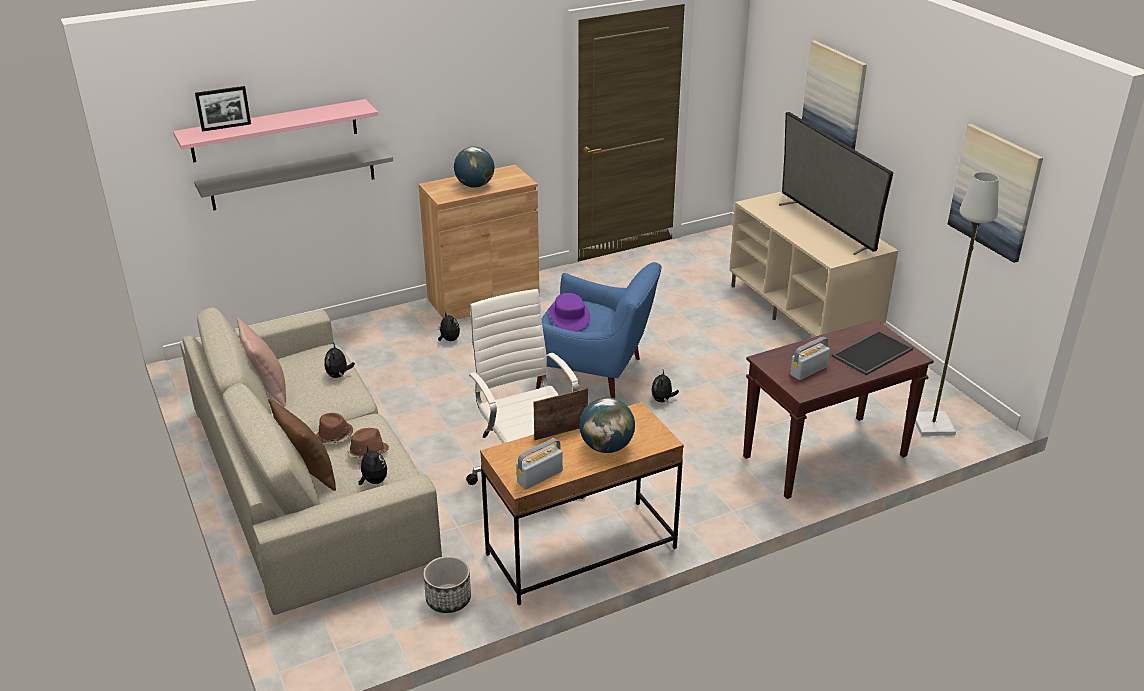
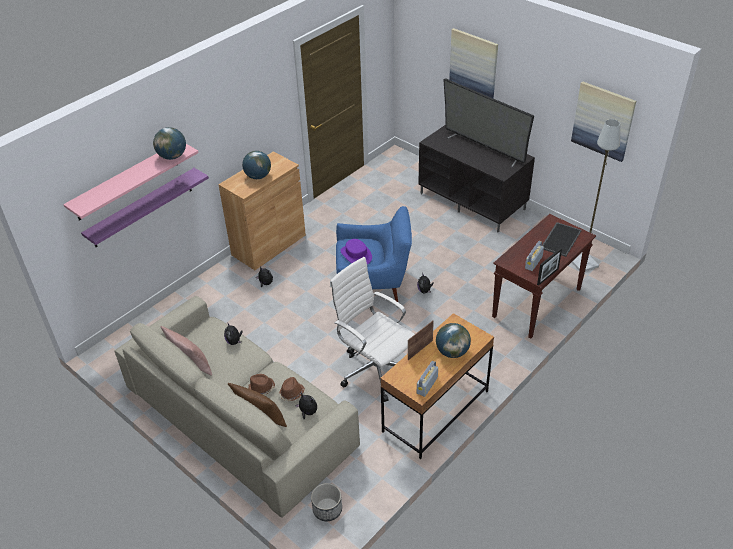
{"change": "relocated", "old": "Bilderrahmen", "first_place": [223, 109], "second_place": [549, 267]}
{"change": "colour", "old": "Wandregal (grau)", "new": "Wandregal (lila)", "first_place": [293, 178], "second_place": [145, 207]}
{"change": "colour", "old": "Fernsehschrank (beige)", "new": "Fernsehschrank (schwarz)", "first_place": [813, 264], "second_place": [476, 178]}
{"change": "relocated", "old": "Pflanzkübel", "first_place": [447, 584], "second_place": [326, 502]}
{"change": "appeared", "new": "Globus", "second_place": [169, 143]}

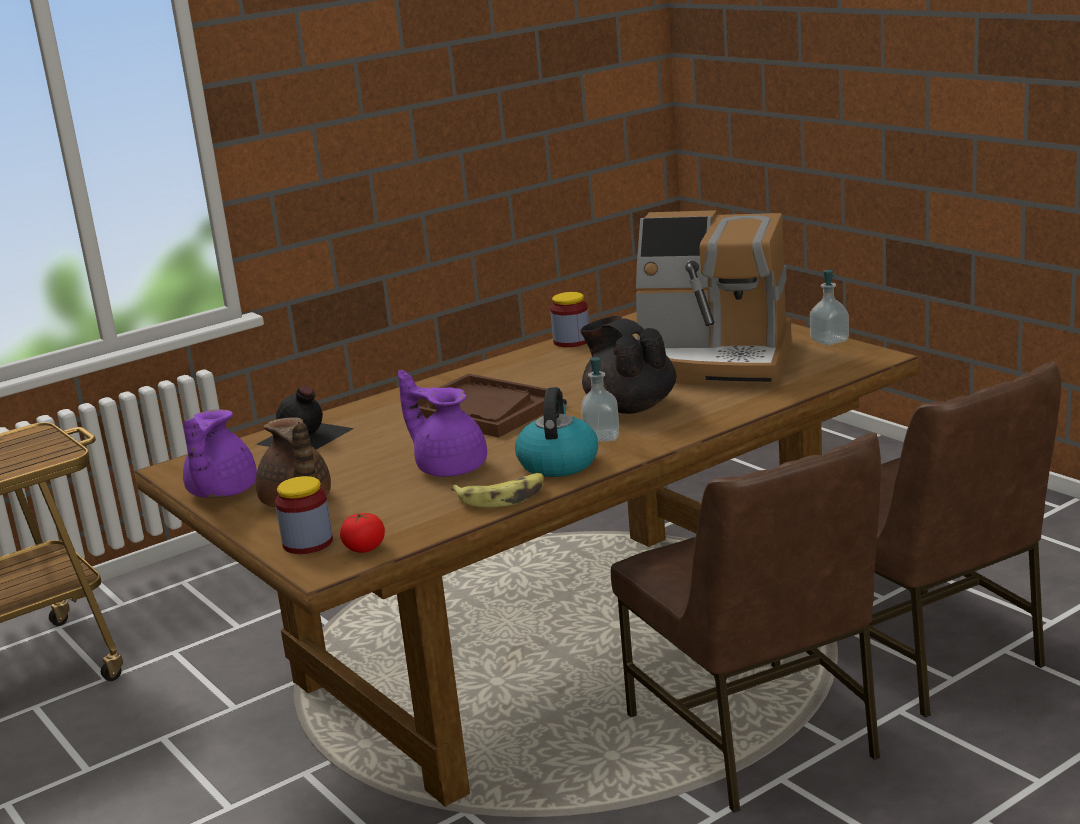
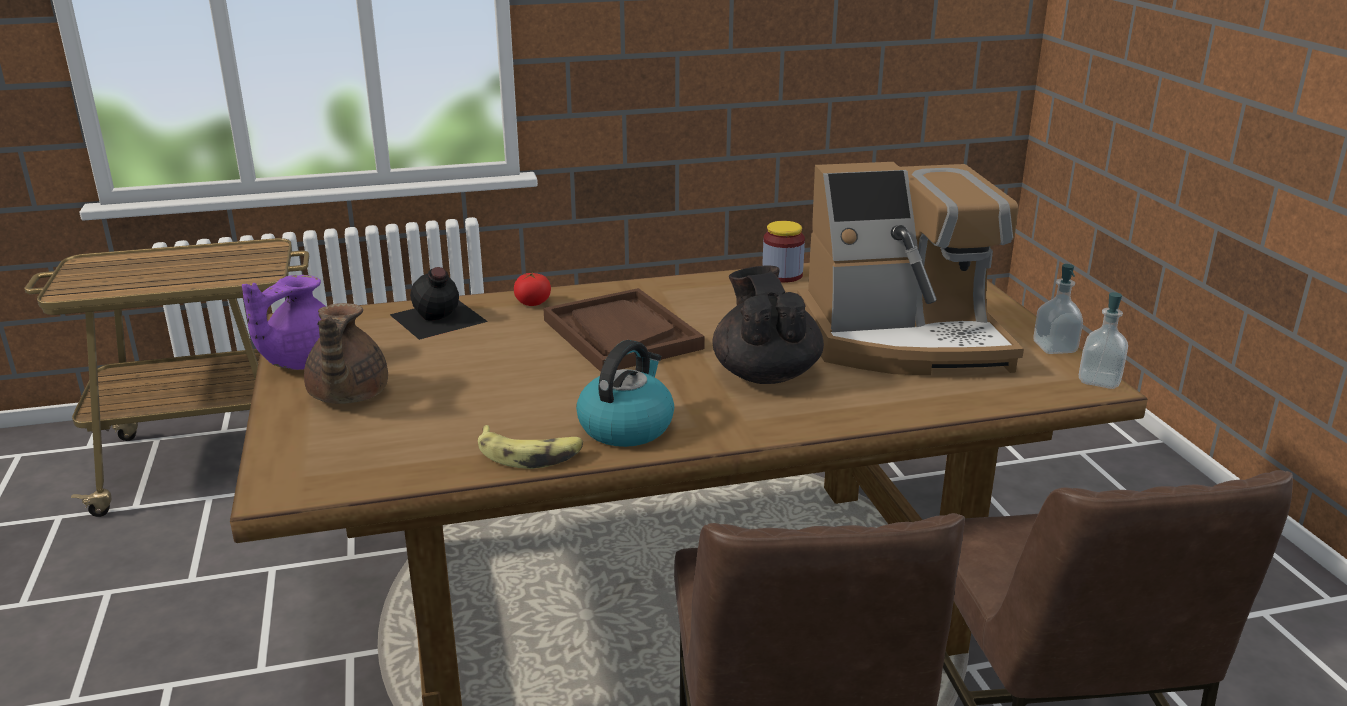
{"change": "spun", "old": "Kaffeemaschine", "first_place": [713, 299], "second_place": [910, 268], "degrees": -45}
{"change": "relocated", "old": "Seifenspender", "first_place": [600, 399], "second_place": [1103, 340]}
{"change": "missing", "old": "Teekanne (lila)", "first_place": [442, 423]}
{"change": "missing", "old": "Vorratsglas", "first_place": [304, 515]}
{"change": "relocated", "old": "Tomate", "first_place": [362, 532], "second_place": [532, 289]}

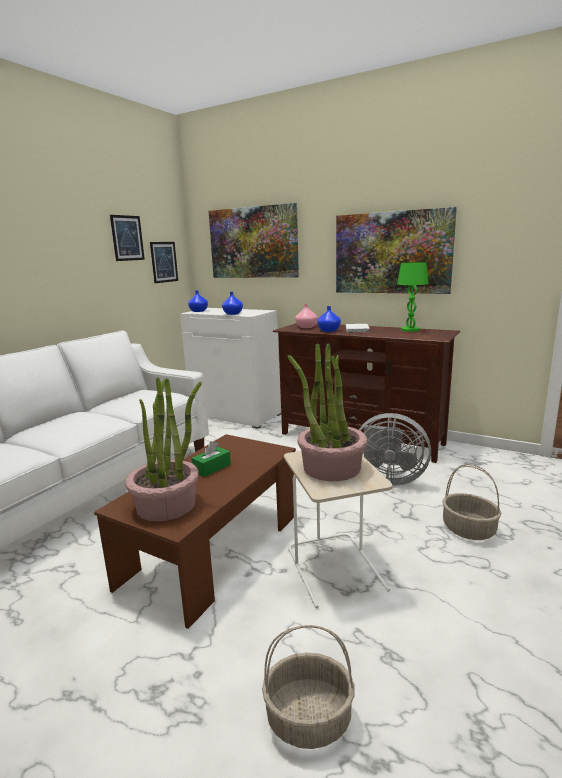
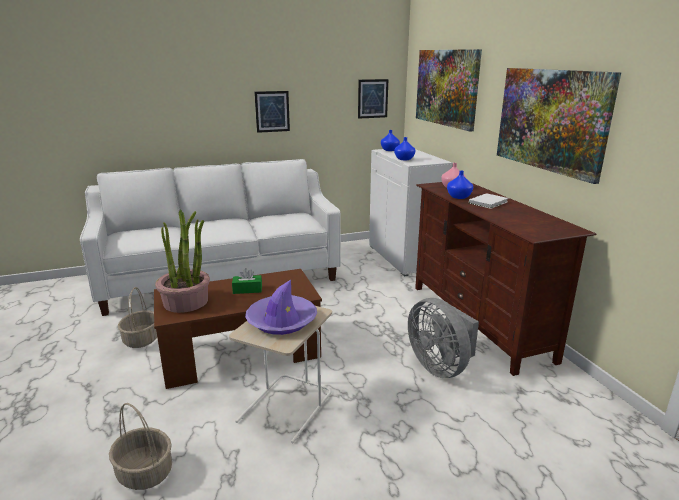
{"change": "relocated", "old": "Bild", "first_place": [127, 238], "second_place": [272, 112]}
{"change": "missing", "old": "Tischlampe (grün)", "first_place": [412, 297]}
{"change": "exchanged", "old": "Topfpflanze", "new": "Hut (lila)", "first_place": [327, 412], "second_place": [281, 307]}
{"change": "relocated", "old": "Korb", "first_place": [471, 502], "second_place": [137, 317]}

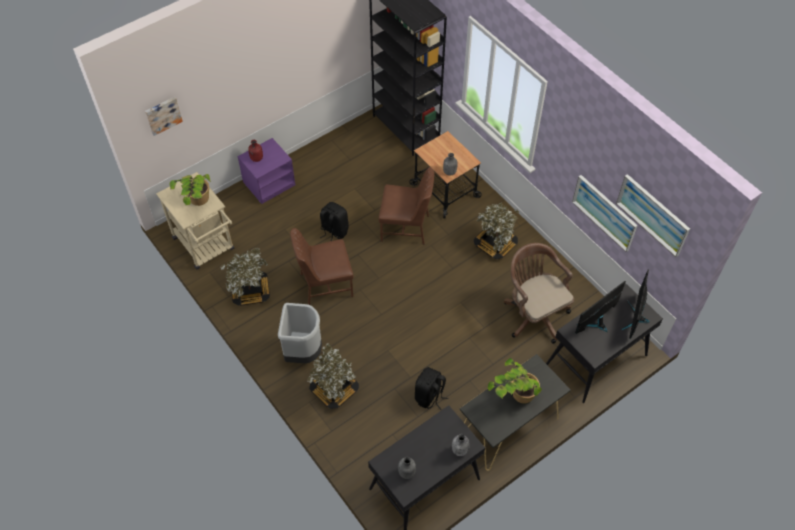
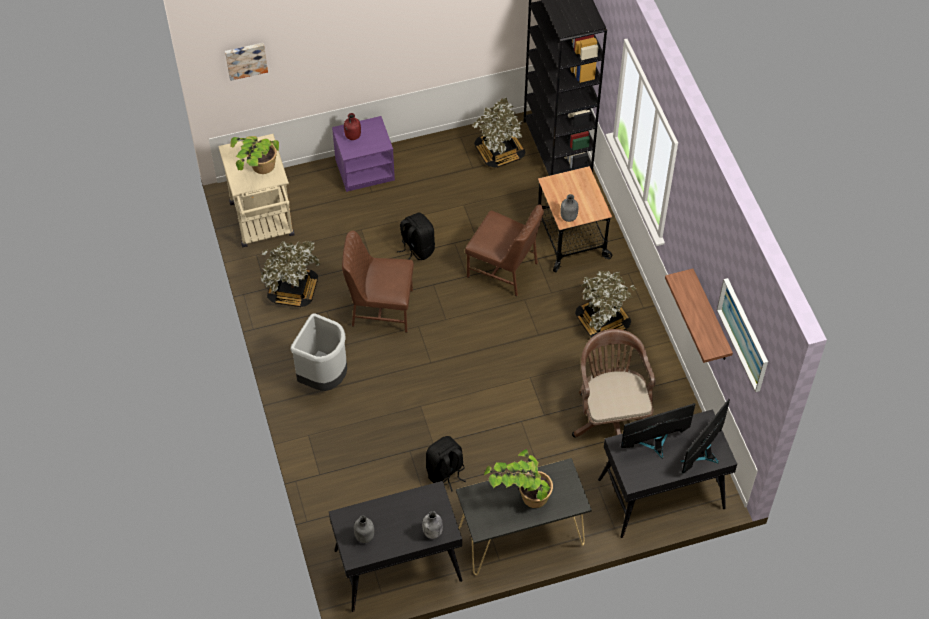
{"change": "exchanged", "old": "Bild", "new": "Wandregal", "first_place": [605, 213], "second_place": [699, 316]}
{"change": "relocated", "old": "Topfpflanze", "first_place": [333, 376], "second_place": [499, 133]}

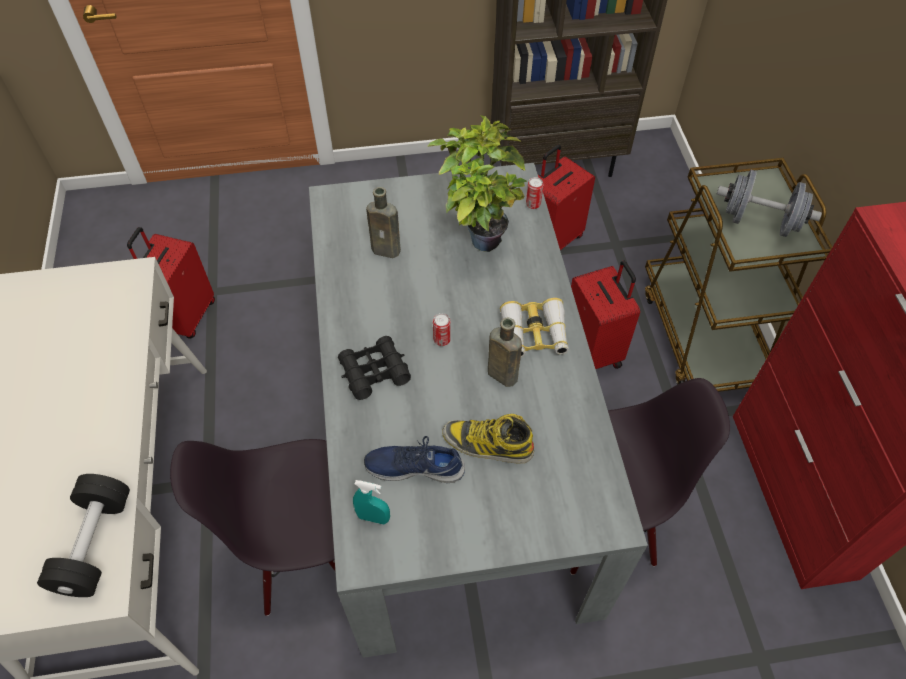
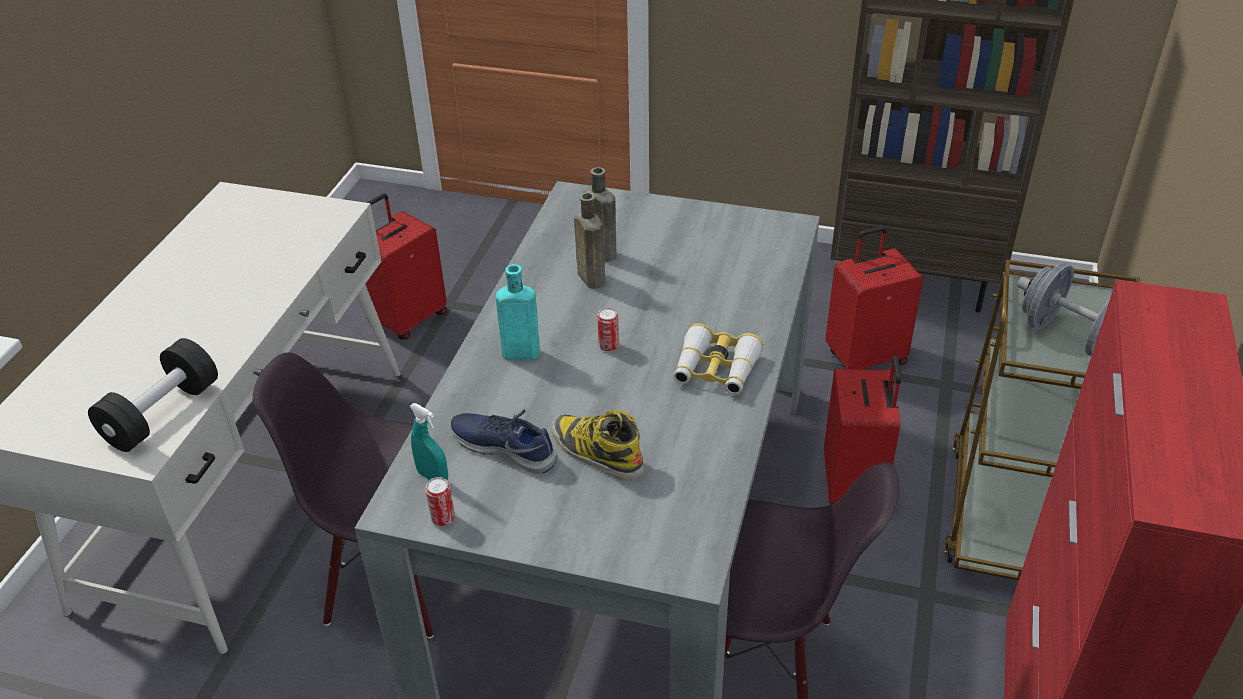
{"change": "missing", "old": "Topfpflanze", "first_place": [477, 183]}
{"change": "relocated", "old": "Dose", "first_place": [534, 193], "second_place": [440, 501]}
{"change": "relocated", "old": "Flasche (braun)", "first_place": [505, 352], "second_place": [589, 241]}
{"change": "exchanged", "old": "Fernglas (schwarz)", "new": "Flasche (türkis)", "first_place": [374, 368], "second_place": [518, 312]}

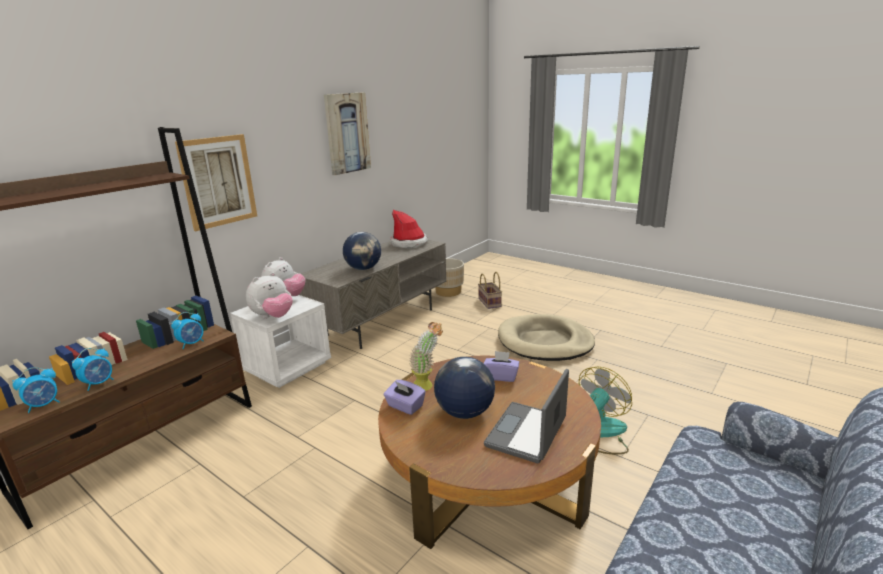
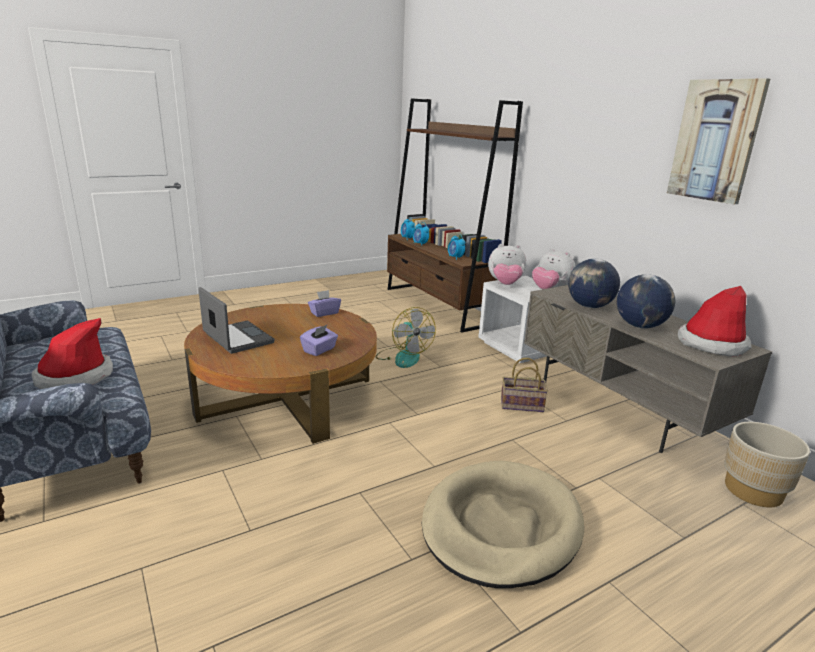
{"change": "missing", "old": "Bild", "first_place": [216, 182]}
{"change": "spun", "old": "Plüschtier", "first_place": [269, 295], "second_place": [507, 264], "degrees": -60}
{"change": "relocated", "old": "Korb", "first_place": [490, 290], "second_place": [524, 385]}
{"change": "missing", "old": "Topfpflanze", "first_place": [426, 356]}
{"change": "relocated", "old": "Globus", "first_place": [464, 388], "second_place": [646, 301]}
{"change": "relocated", "old": "Ventilator", "first_place": [605, 410], "second_place": [406, 337]}
{"change": "appeared", "new": "Hut", "second_place": [72, 353]}

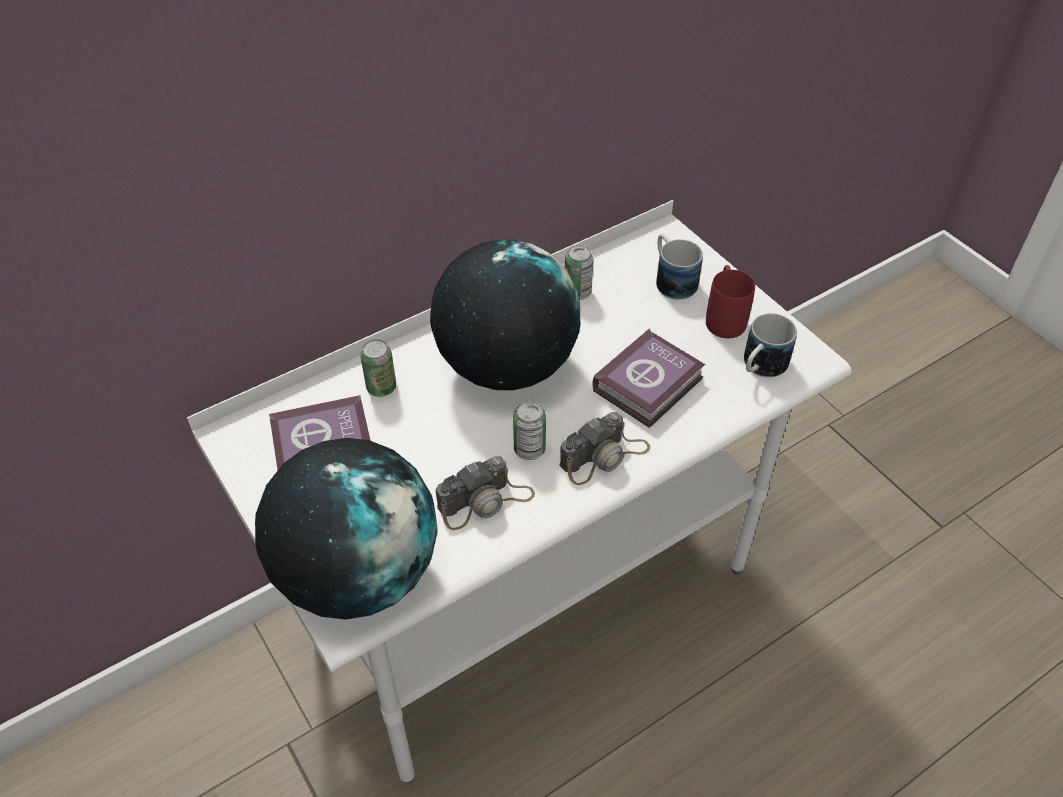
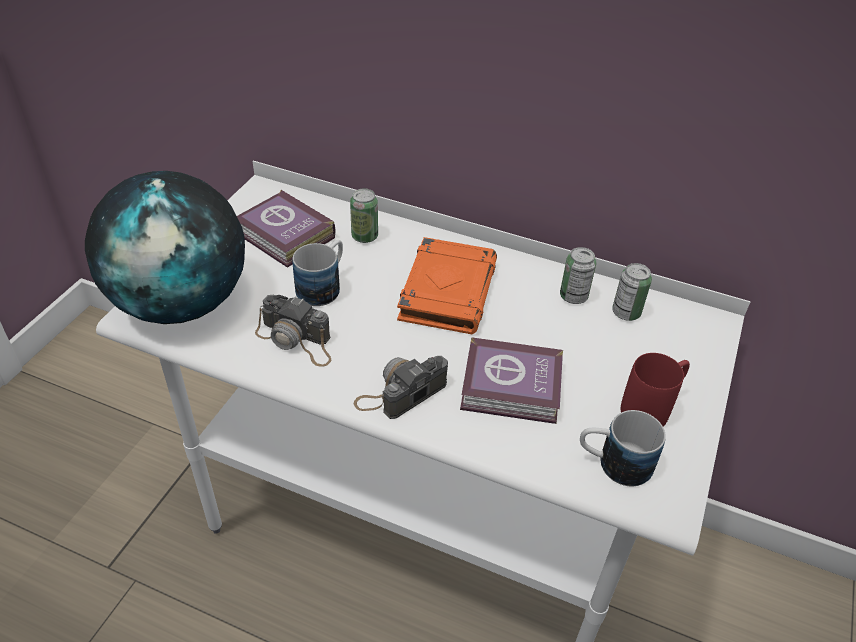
{"change": "relocated", "old": "Henkelbecher", "first_place": [679, 267], "second_place": [317, 273]}
{"change": "exchanged", "old": "Globus", "new": "Buch (orange)", "first_place": [505, 315], "second_place": [447, 285]}
{"change": "relocated", "old": "Dose", "first_place": [529, 430], "second_place": [632, 292]}
{"change": "spun", "old": "Kamera", "first_place": [605, 448], "second_place": [401, 387], "degrees": 120}

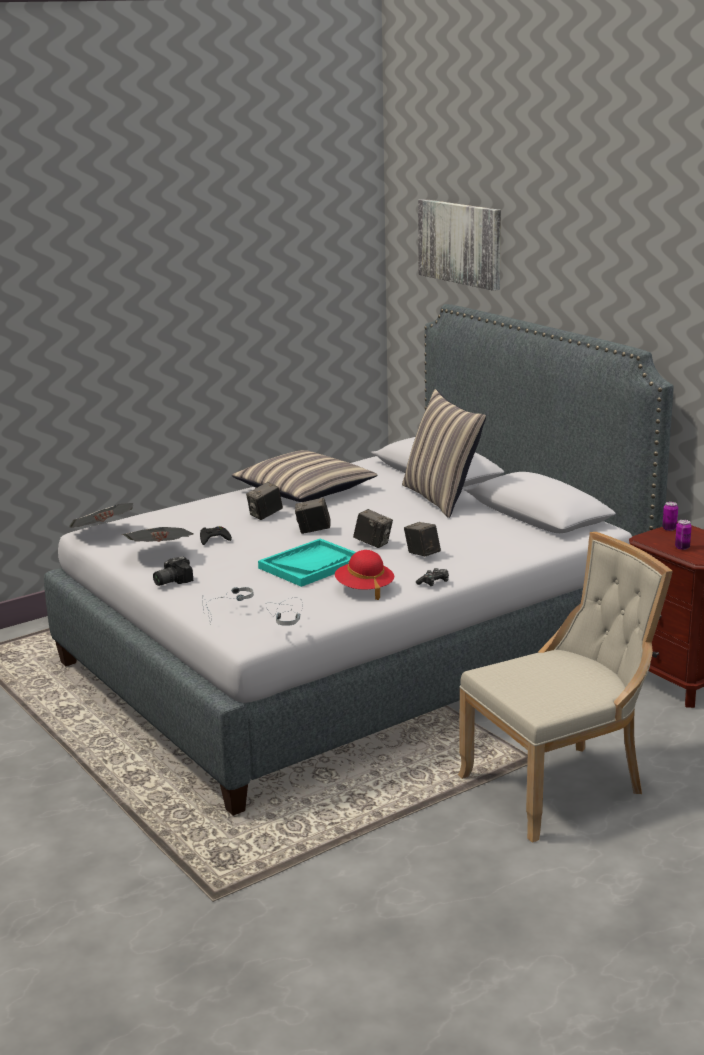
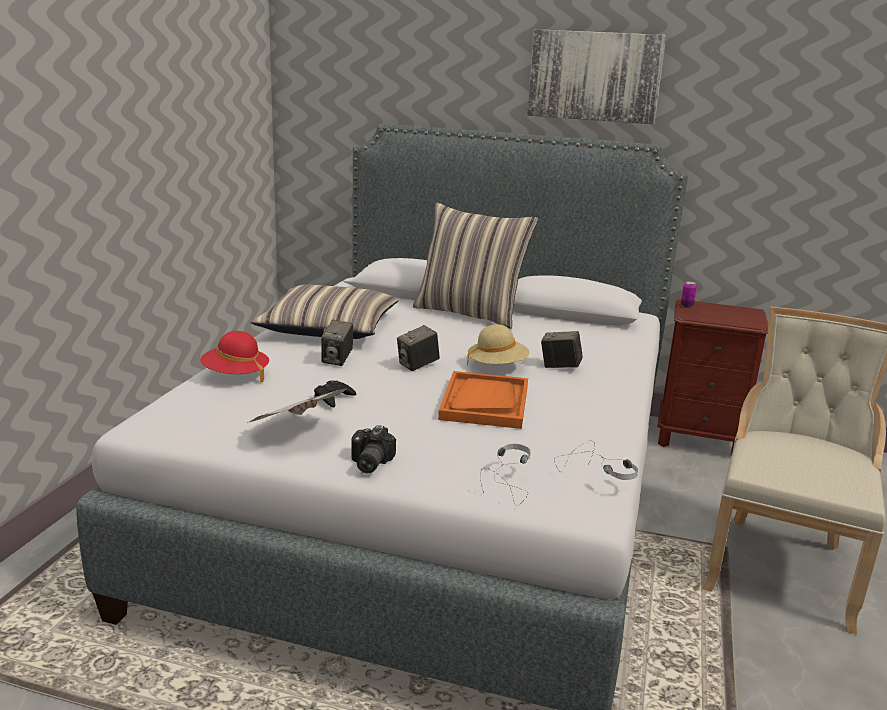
{"change": "relocated", "old": "Bild", "first_place": [459, 245], "second_place": [596, 76]}
{"change": "missing", "old": "Zeitung", "first_place": [101, 515]}
{"change": "exchanged", "old": "Kamera", "new": "Hut (beige)", "first_place": [373, 528], "second_place": [498, 345]}
{"change": "missing", "old": "Dose", "first_place": [683, 535]}
{"change": "colour", "old": "Tablett (türkis)", "new": "Tablett (orange)", "first_place": [307, 562], "second_place": [483, 400]}
{"change": "relocated", "old": "Hut (rot)", "first_place": [364, 575], "second_place": [234, 356]}
{"change": "missing", "old": "Gamepad", "first_place": [432, 577]}

